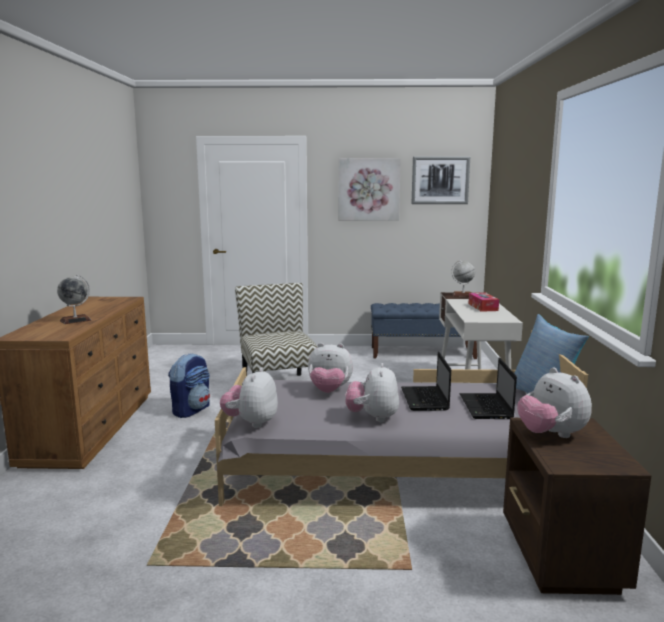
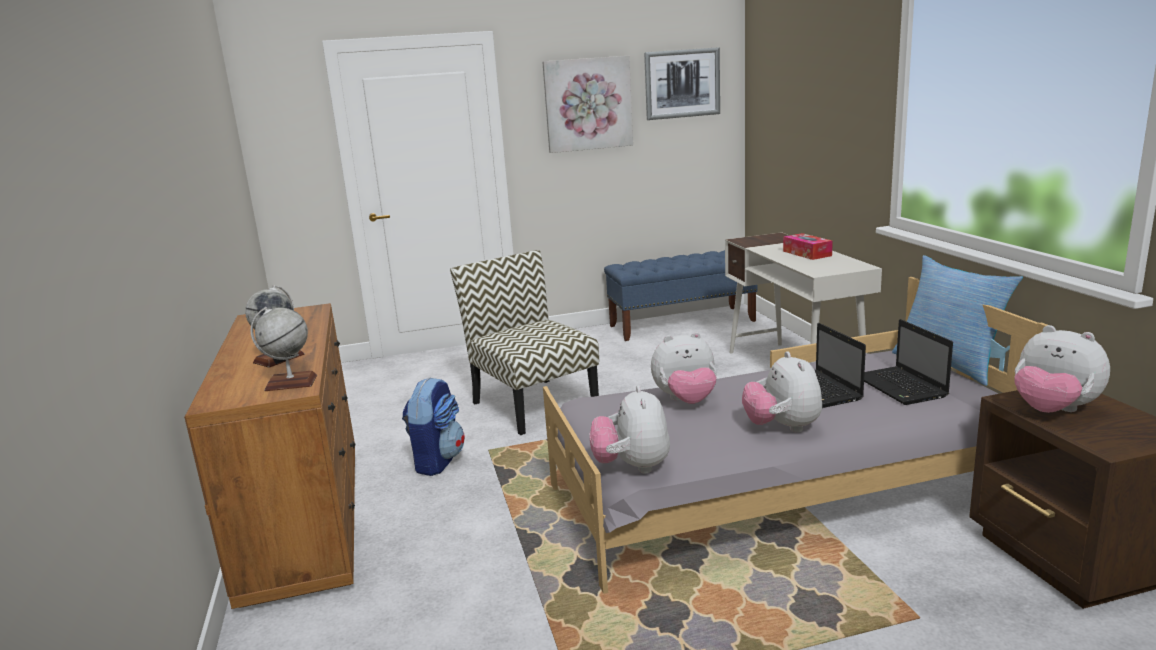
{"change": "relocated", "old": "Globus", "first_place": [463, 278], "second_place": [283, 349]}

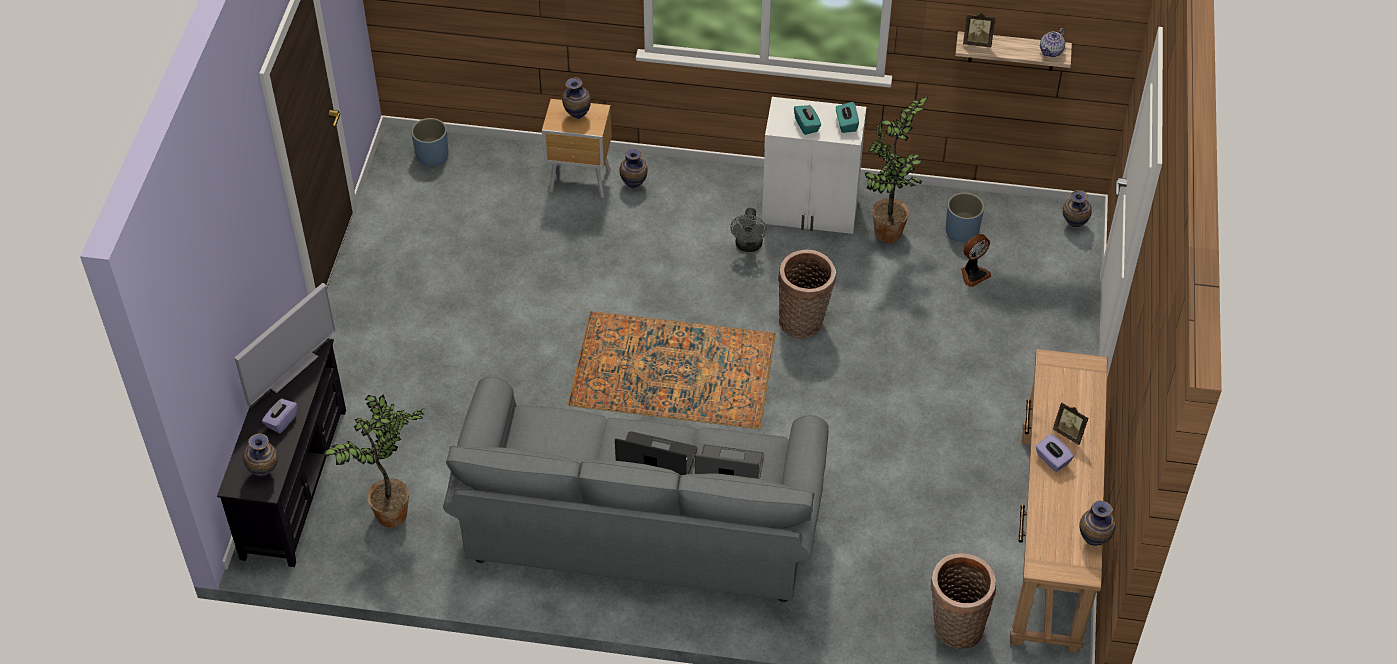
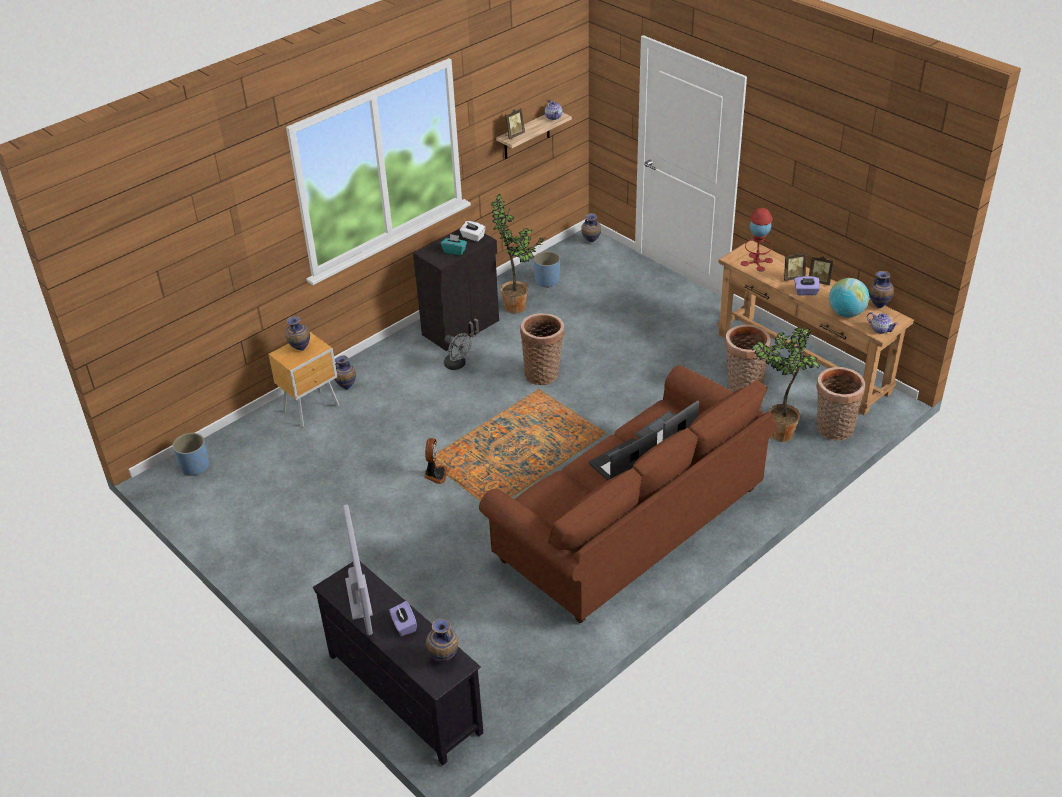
{"change": "colour", "old": "Schrank (weiß)", "new": "Schrank (schwarz)", "first_place": [814, 165], "second_place": [456, 290]}
{"change": "colour", "old": "Taschentuchbox (türkis)", "new": "Taschentuchbox (weiß)", "first_place": [847, 117], "second_place": [473, 231]}
{"change": "relocated", "old": "Ventilator", "first_place": [976, 260], "second_place": [435, 461]}
{"change": "colour", "old": "Sofa (grau)", "new": "Sofa (braun)", "first_place": [636, 489], "second_place": [628, 494]}
{"change": "relocated", "old": "Topfpflanze", "first_place": [373, 461], "second_place": [785, 384]}
{"change": "appeared", "new": "Tischlampe (rot)", "second_place": [757, 240]}
{"change": "appeared", "new": "Bilderrahmen", "second_place": [821, 270]}
{"change": "appeared", "new": "Globus", "second_place": [849, 297]}
{"change": "appeared", "new": "Teekanne", "second_place": [882, 323]}
{"change": "appeared", "new": "Korb", "second_place": [748, 358]}

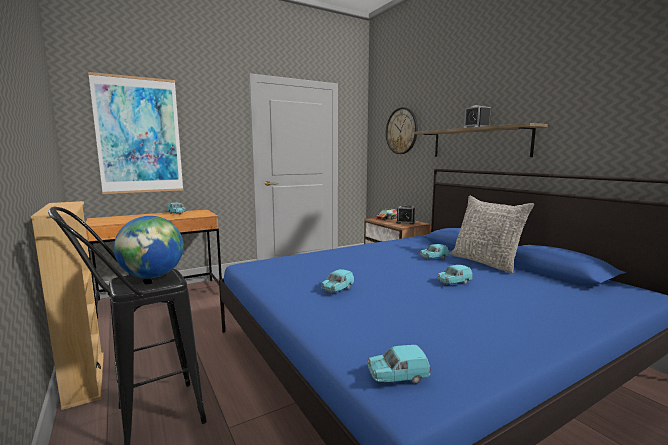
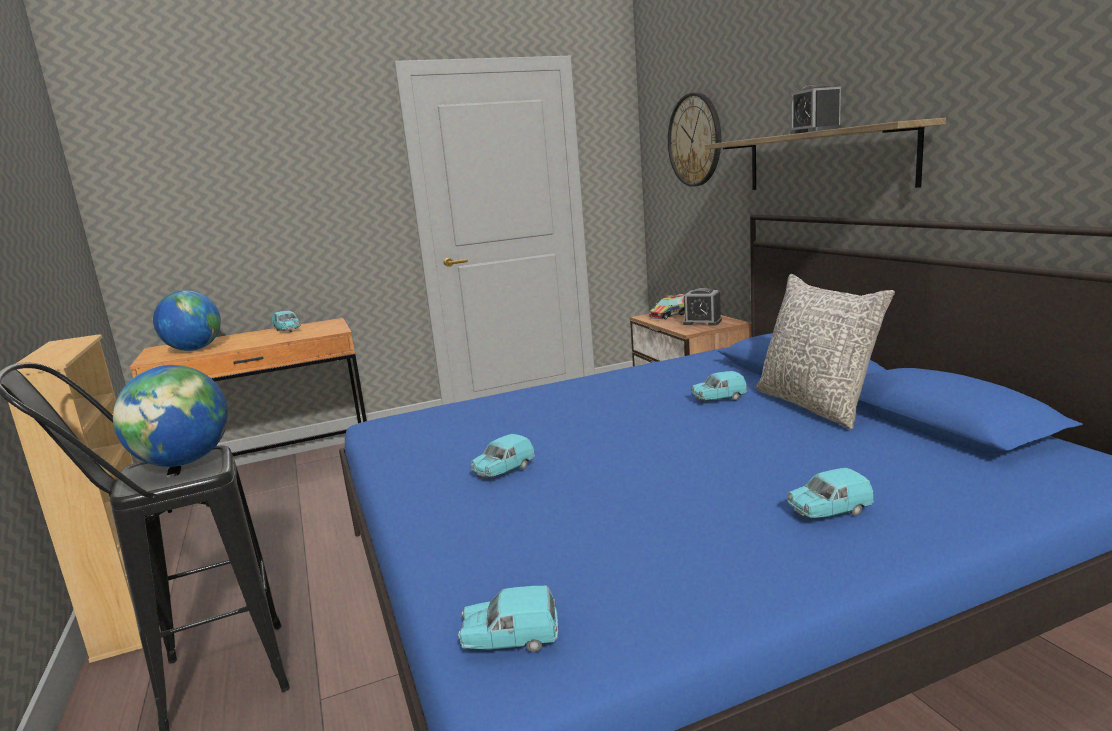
{"change": "missing", "old": "Bild", "first_place": [135, 133]}
{"change": "relocated", "old": "Spielzeugauto (türkis)", "first_place": [455, 275], "second_place": [830, 493]}
{"change": "appeared", "new": "Globus", "second_place": [187, 320]}

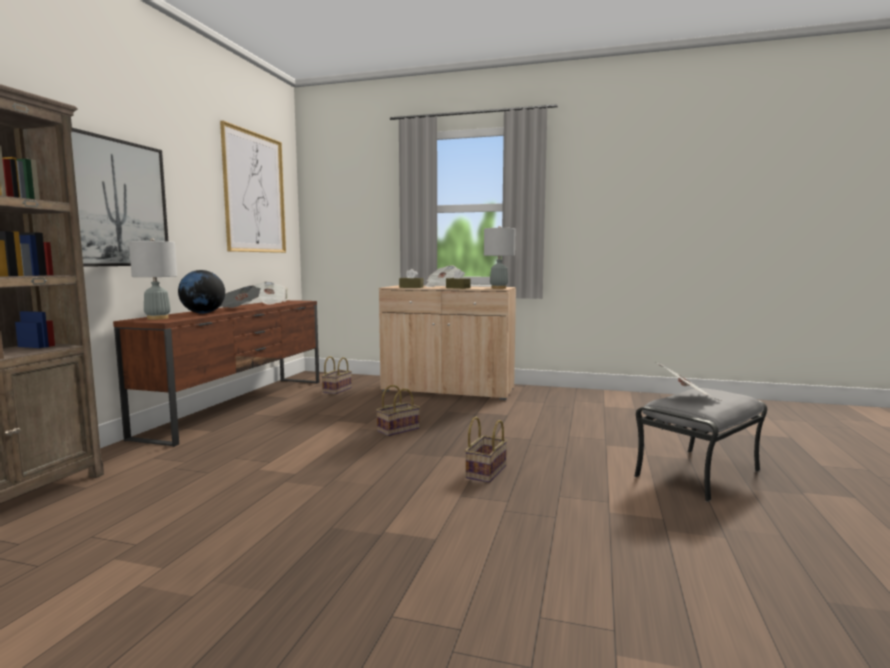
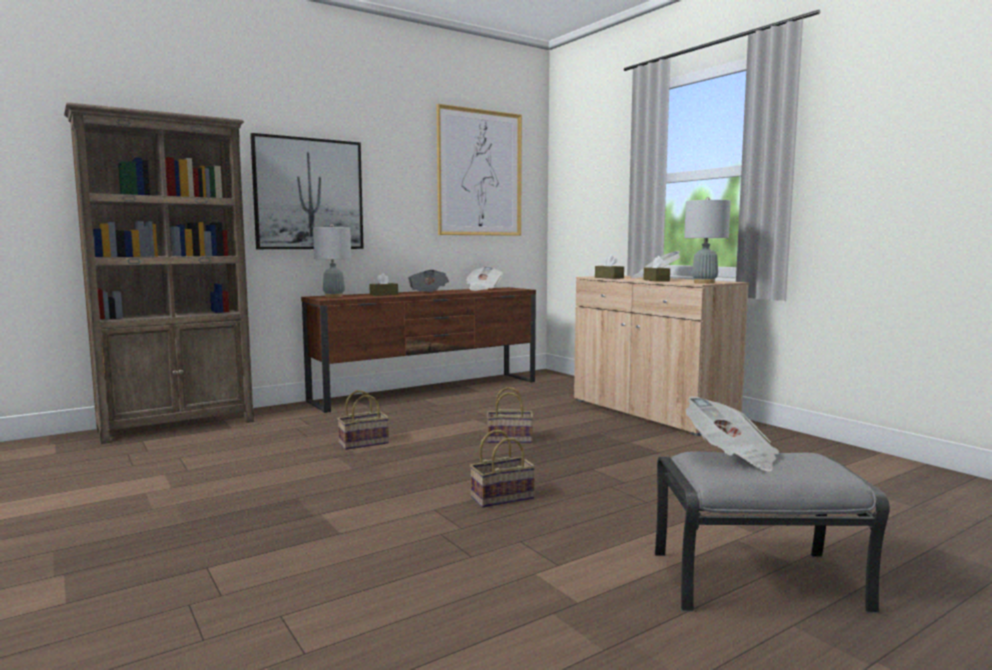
{"change": "exchanged", "old": "Globus", "new": "Taschentuchbox (braun)", "first_place": [201, 292], "second_place": [383, 284]}
{"change": "relocated", "old": "Korb", "first_place": [337, 375], "second_place": [363, 420]}

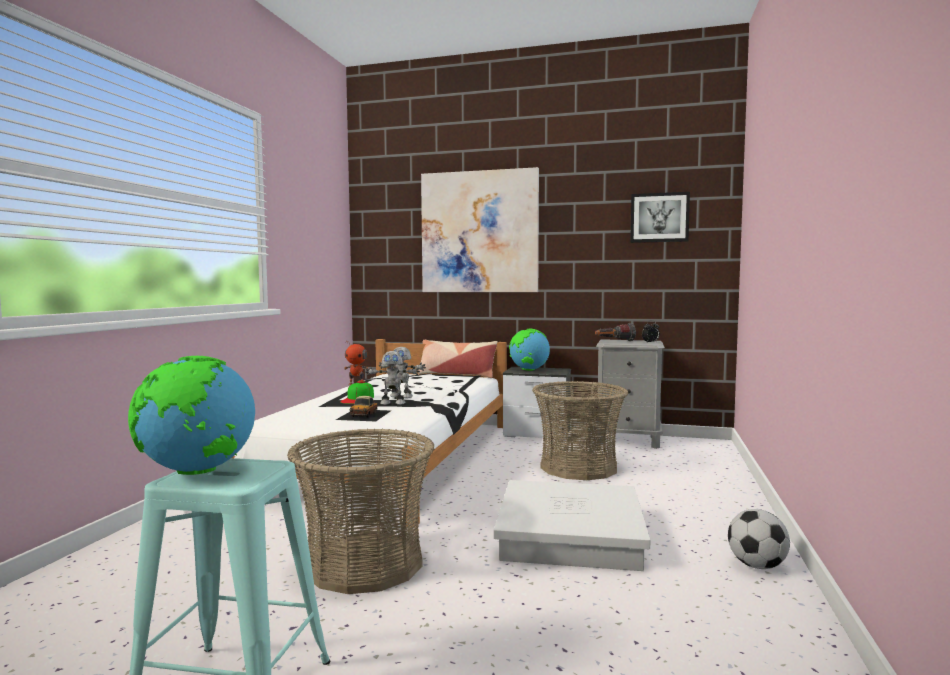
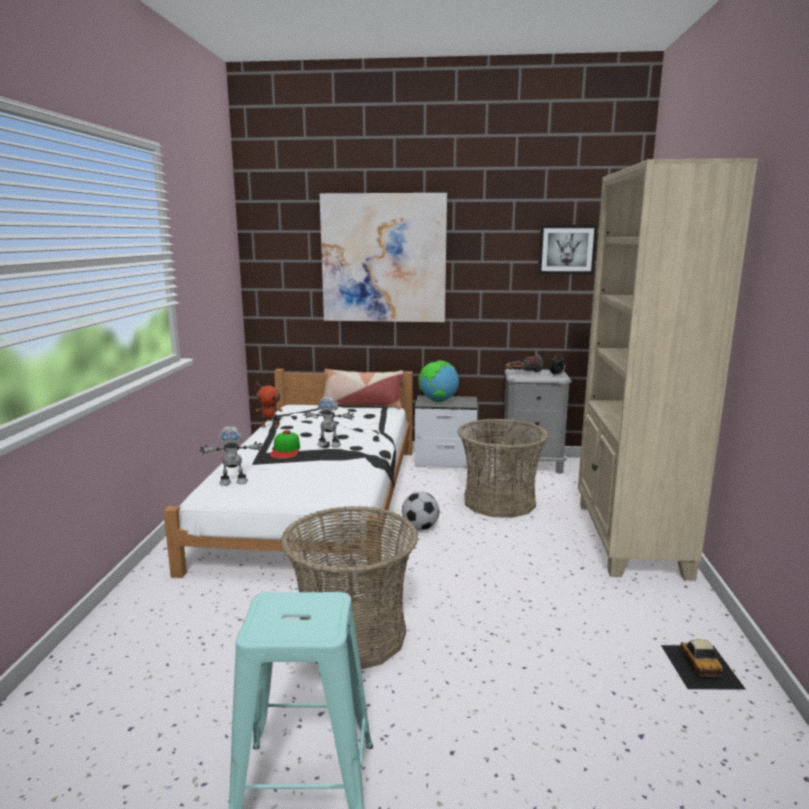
{"change": "relocated", "old": "Spielzeugroboter", "first_place": [392, 378], "second_place": [231, 456]}
{"change": "missing", "old": "Globus", "first_place": [191, 415]}
{"change": "relocated", "old": "Spielzeugauto", "first_place": [363, 408], "second_place": [703, 664]}
{"change": "missing", "old": "Aufbewahrungsbox (weiß)", "first_place": [572, 525]}
{"change": "relocated", "old": "Fußball", "first_place": [759, 539], "second_place": [420, 511]}
{"change": "appeared", "new": "Bücherregal (beige)", "second_place": [668, 369]}

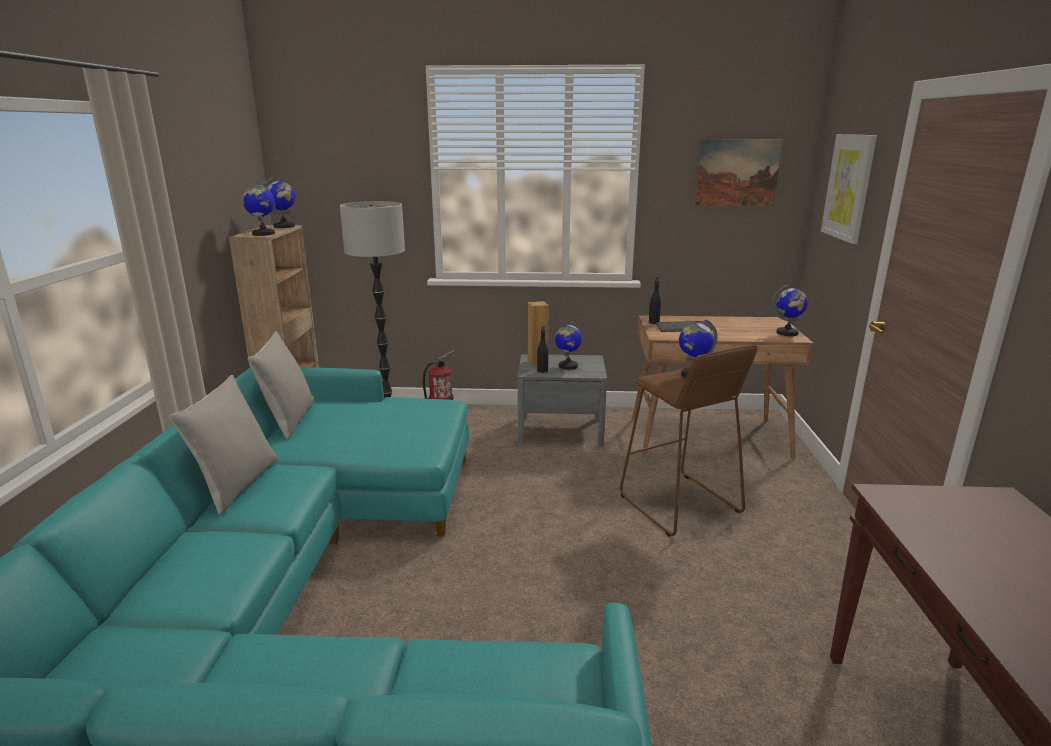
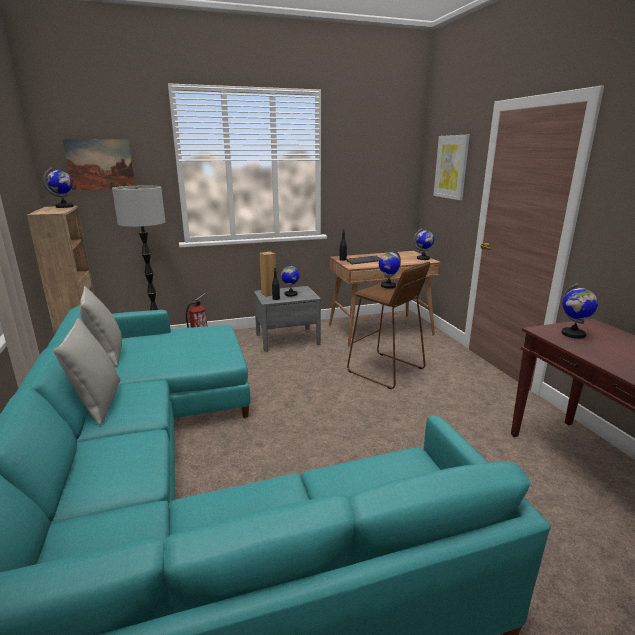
{"change": "relocated", "old": "Bild", "first_place": [739, 172], "second_place": [98, 164]}
{"change": "relocated", "old": "Globus", "first_place": [258, 208], "second_place": [580, 311]}

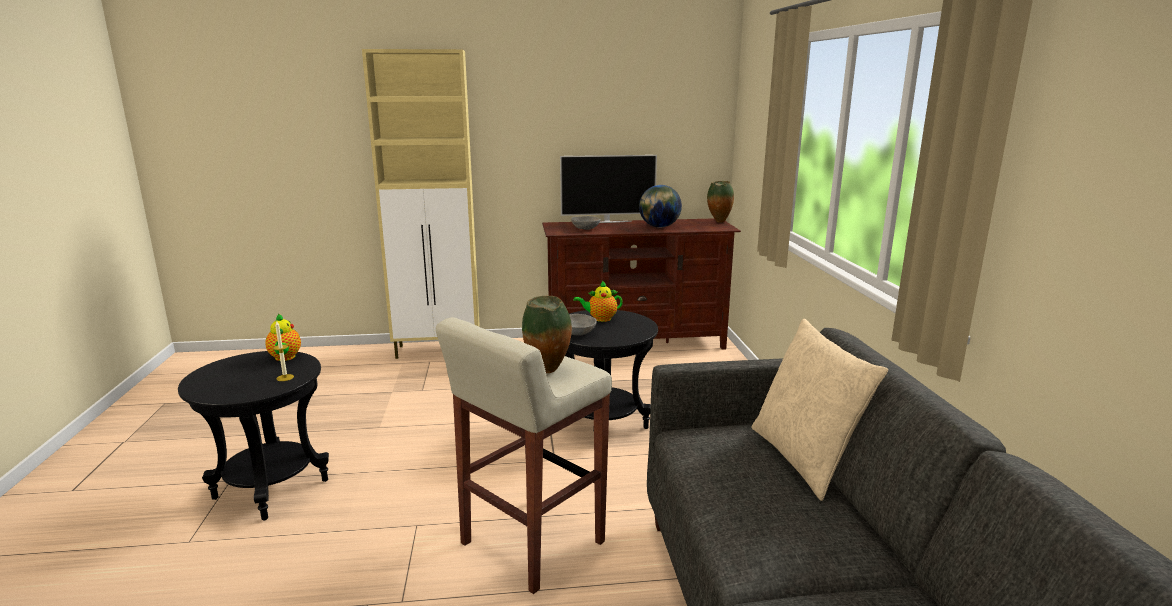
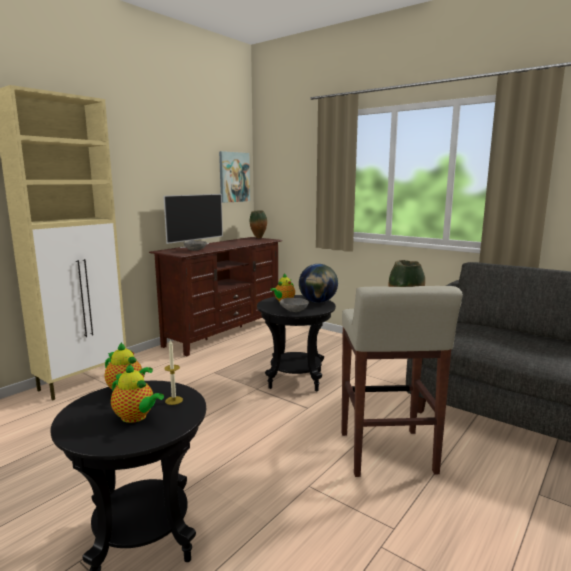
{"change": "relocated", "old": "Globus", "first_place": [660, 206], "second_place": [318, 283]}
{"change": "missing", "old": "Kissen (beige)", "first_place": [820, 409]}
{"change": "appeared", "new": "Bild", "second_place": [234, 177]}
{"change": "appeared", "new": "Teekanne", "second_place": [137, 393]}

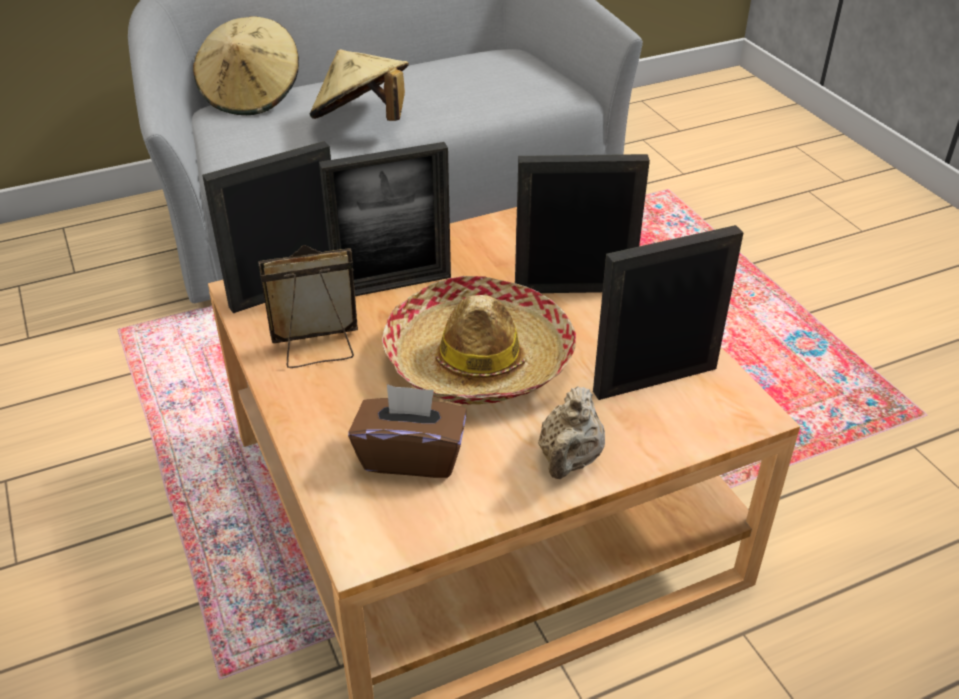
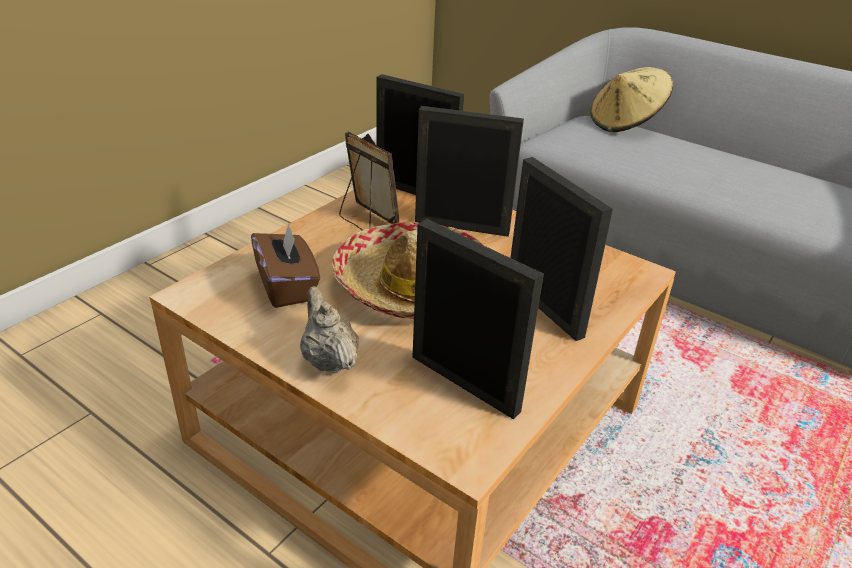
{"change": "missing", "old": "Hut (beige)", "first_place": [359, 85]}
{"change": "spun", "old": "Bilderrahmen", "first_place": [385, 219], "second_place": [469, 171], "degrees": 150}
{"change": "spun", "old": "Teekanne (beige)", "first_place": [571, 432], "second_place": [329, 330], "degrees": 75}

